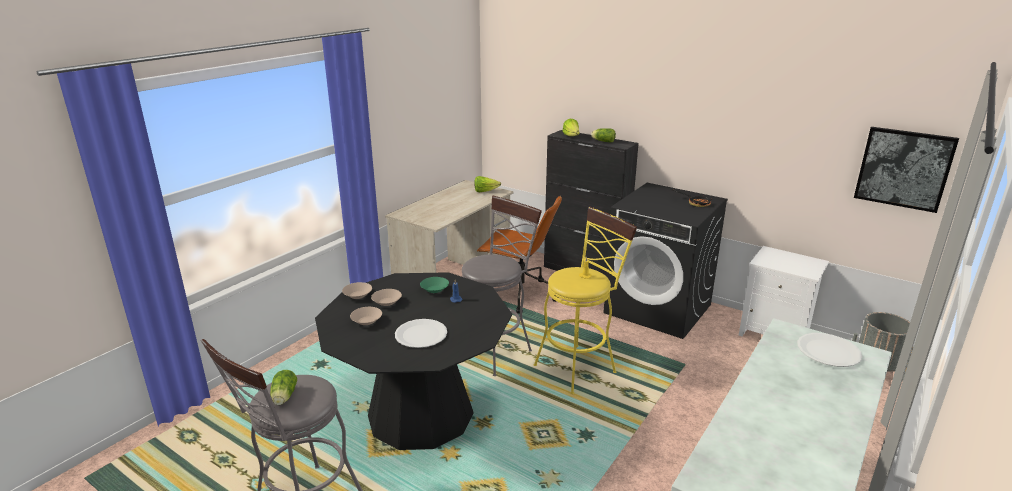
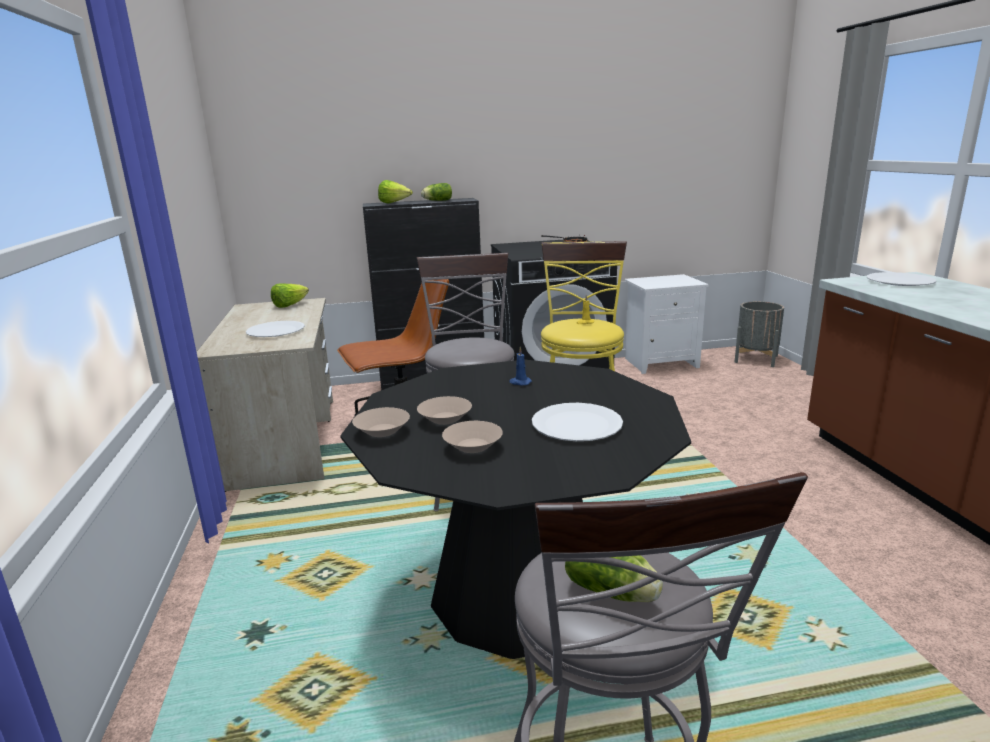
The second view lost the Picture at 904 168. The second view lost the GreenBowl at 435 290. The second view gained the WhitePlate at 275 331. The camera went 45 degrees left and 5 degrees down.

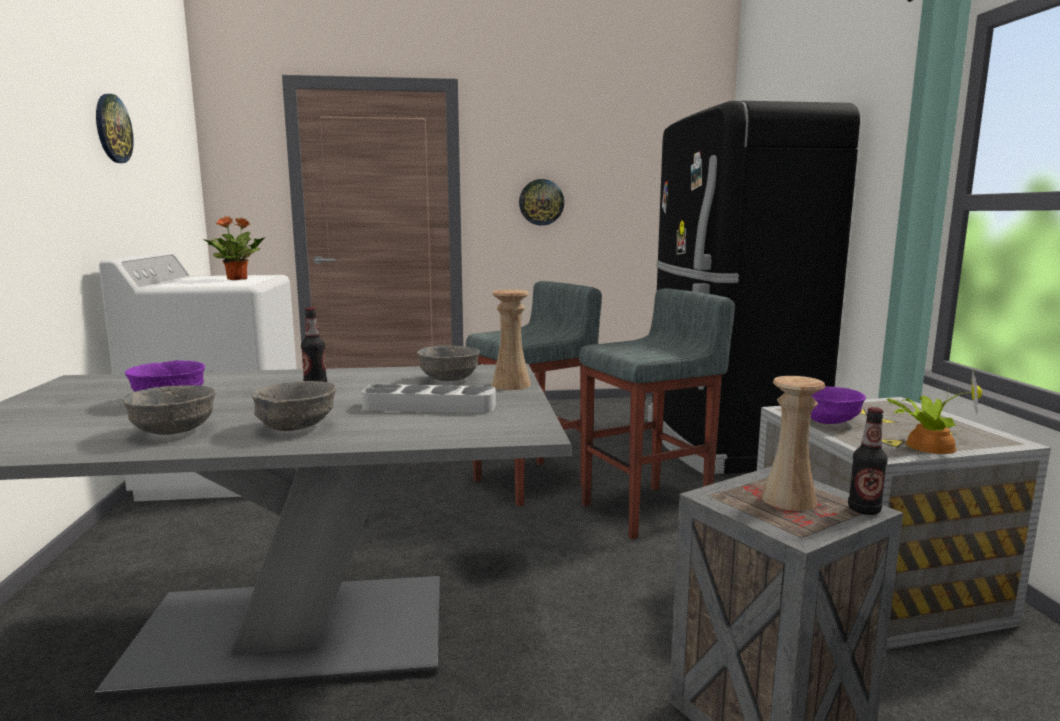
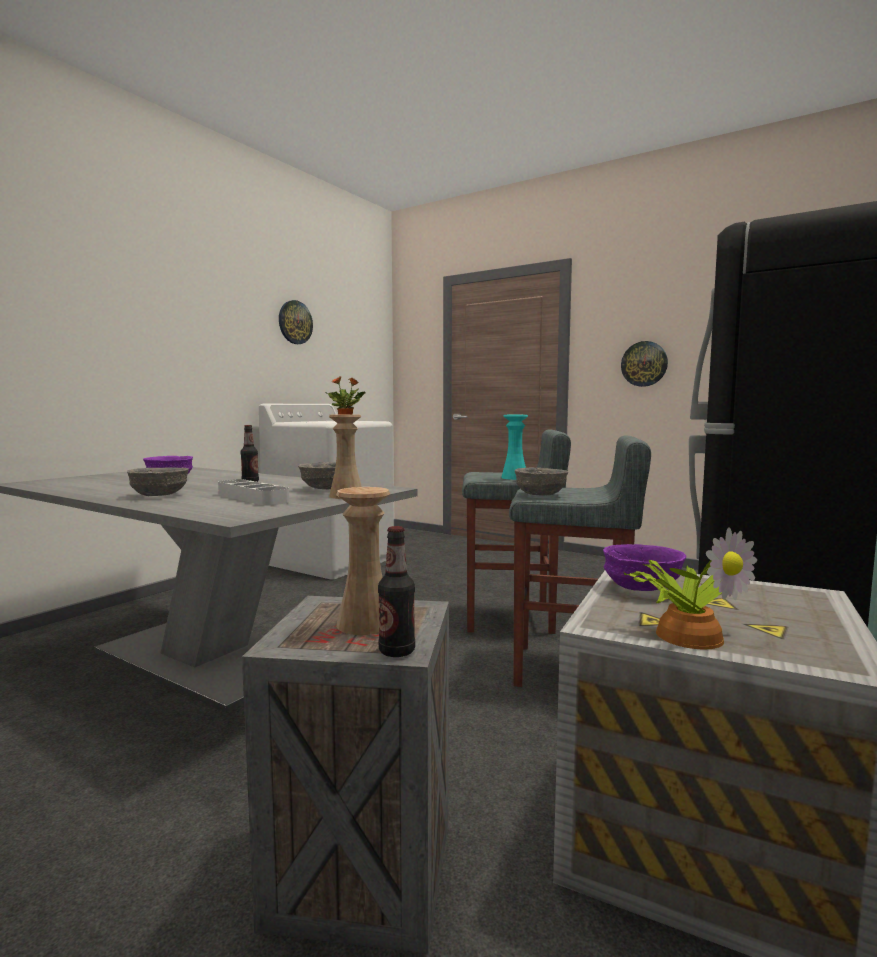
The GreyBowl ended up elsewhere, having gone from 173 432 to 539 495. The second view gained the TurquoiseVase at 514 478. The camera went 40 degrees right and 5 degrees down.

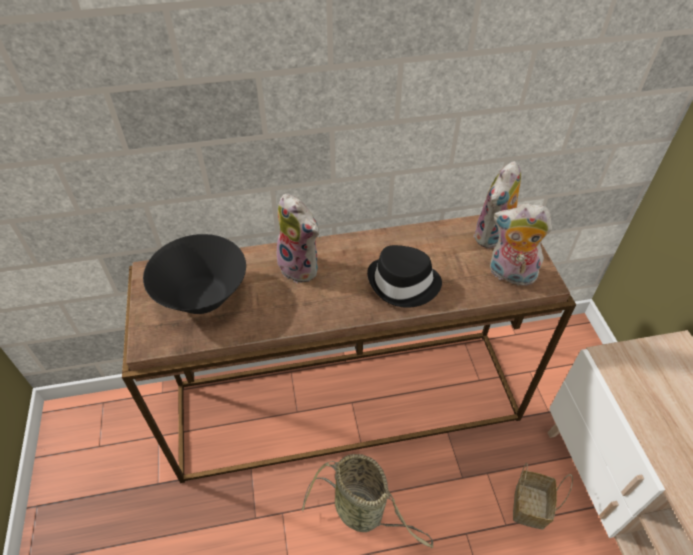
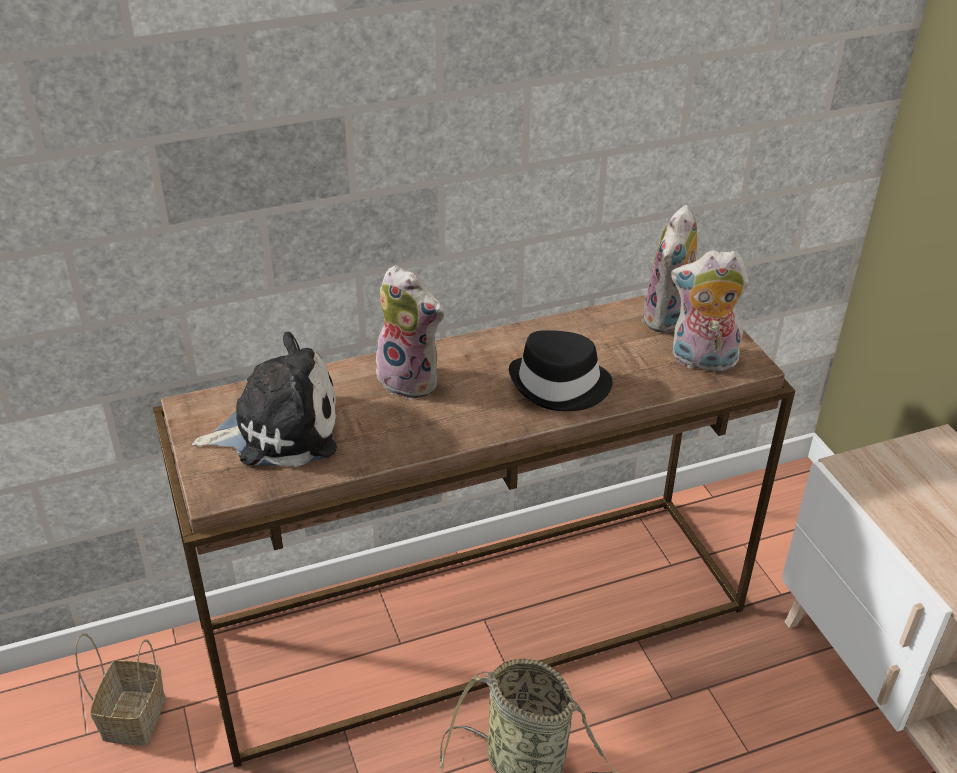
Where the BlackBowl stood at 202 296, the PlushToy came to stand at 279 429. The Basket ended up elsewhere, having gone from 529 504 to 133 715. The camera went 10 degrees left and 10 degrees down.

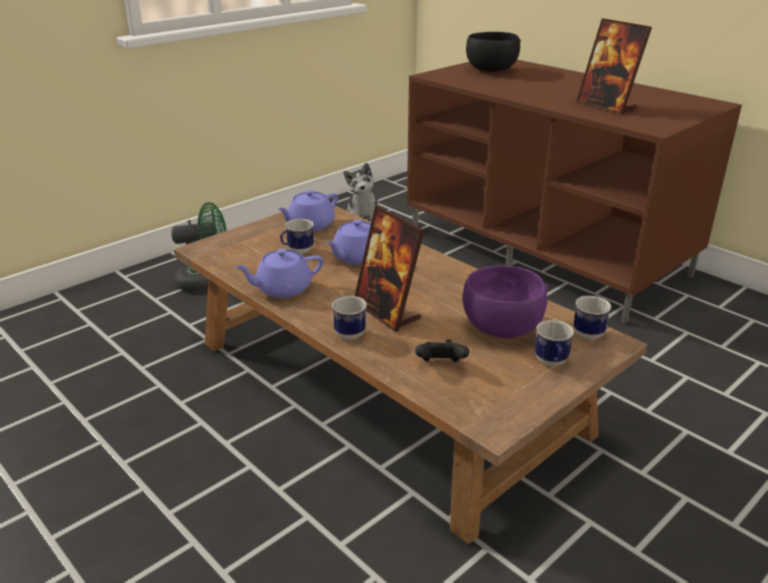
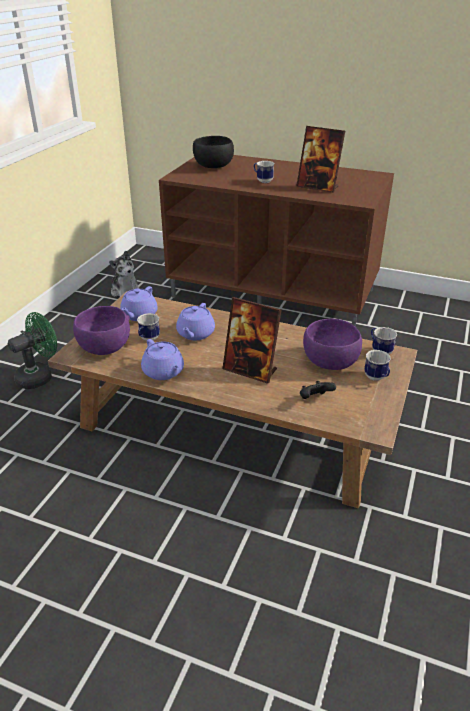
The PurpleTeapot at 282 289 ended up facing another way, 75 degrees counterclockwise from before. The Mug ended up elsewhere, having gone from 347 332 to 262 181. The second view gained the PurpleBowl at 105 348. The camera went 25 degrees left and 5 degrees up.

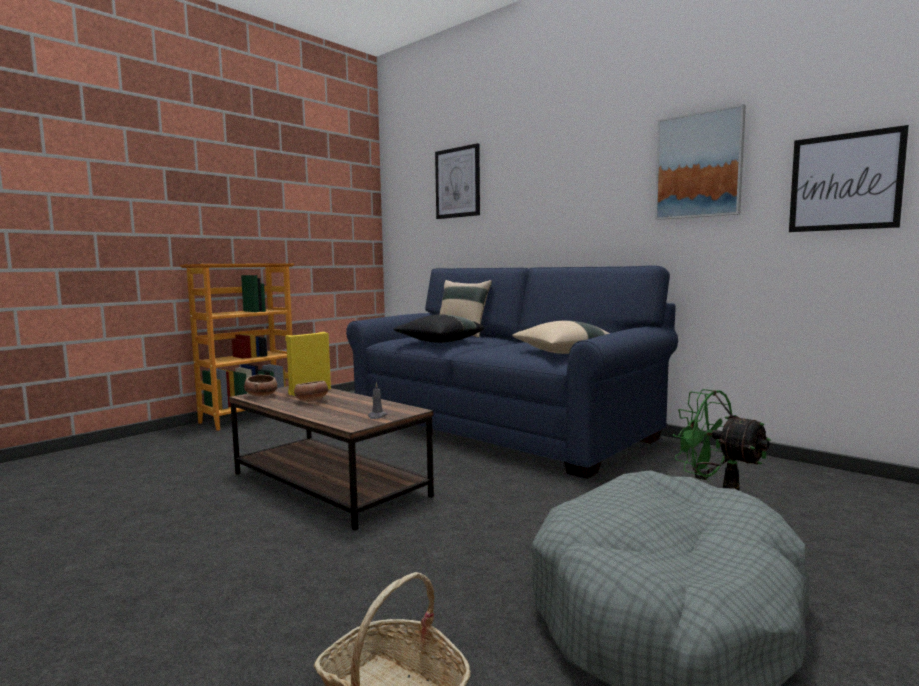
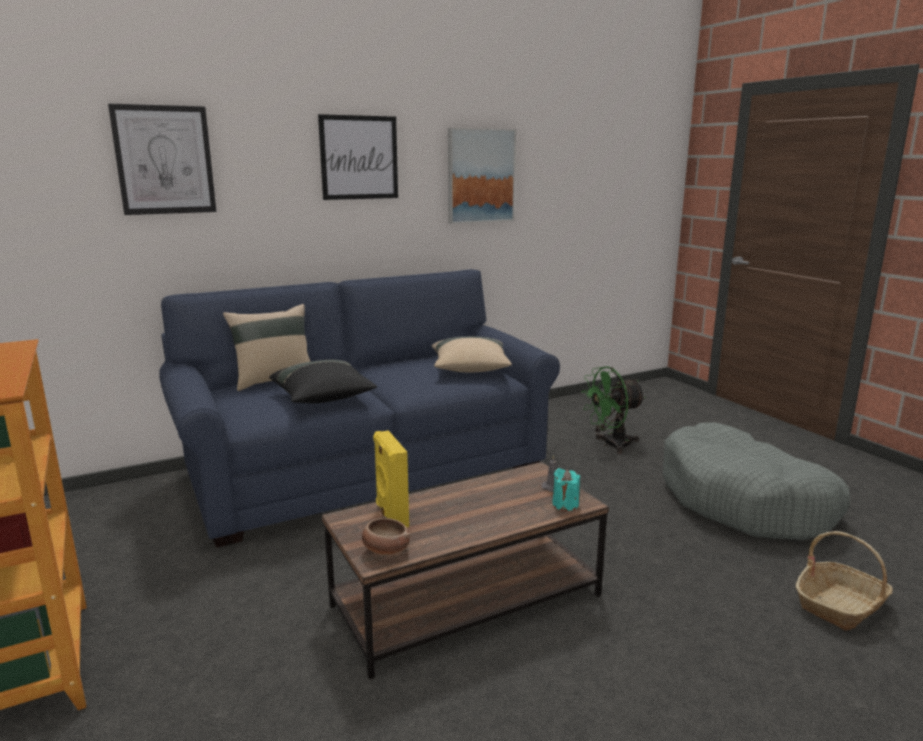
The Picture ended up elsewhere, having gone from 845 182 to 359 157. The second view lost the Bowl at 311 401. The second view gained the TurquoiseCandle at 565 504. The camera went 70 degrees left and 10 degrees up.

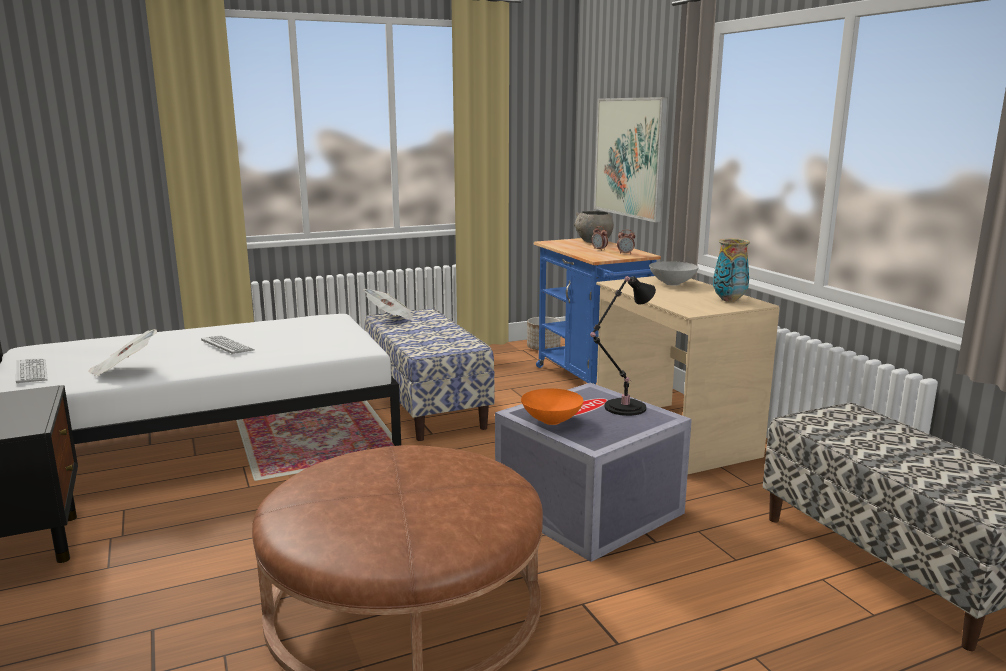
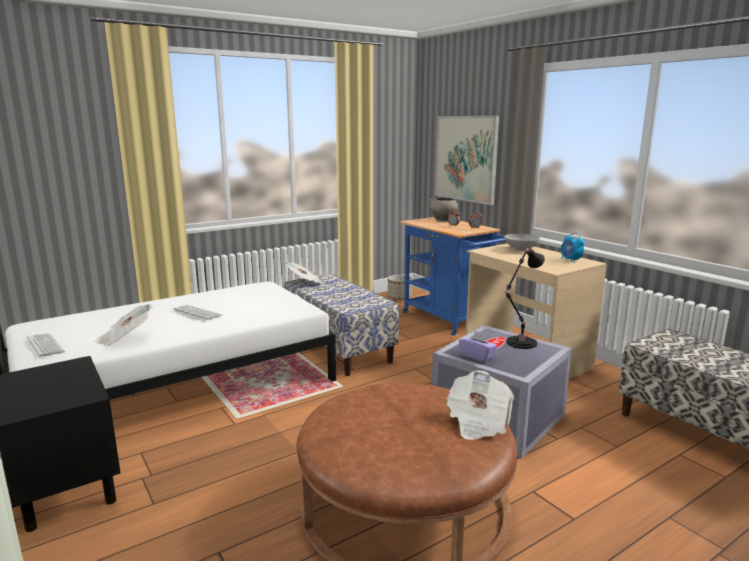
Where the Vase stood at 729 300, the AlarmClock came to stand at 570 260. Where the OrangeBowl stood at 550 421, the PurpleTissueBox came to stand at 477 357. The second view gained the Newspaper at 478 422. The camera went 10 degrees left and 0 degrees up.

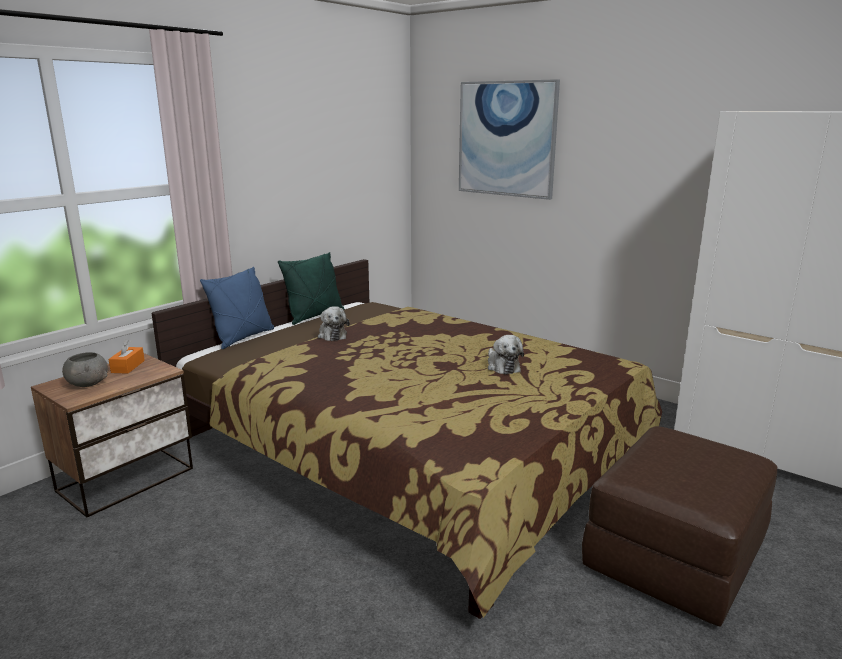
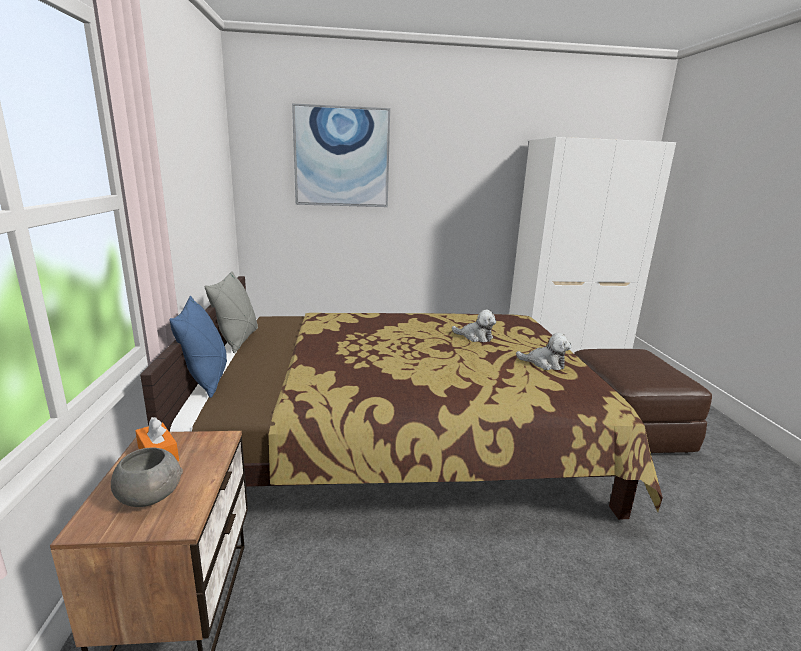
What was the GreenPillow at 314 316 turned into the GreyPillow at 238 340. The PlushToy ended up elsewhere, having gone from 332 335 to 544 363. The camera went 45 degrees left and 0 degrees up.

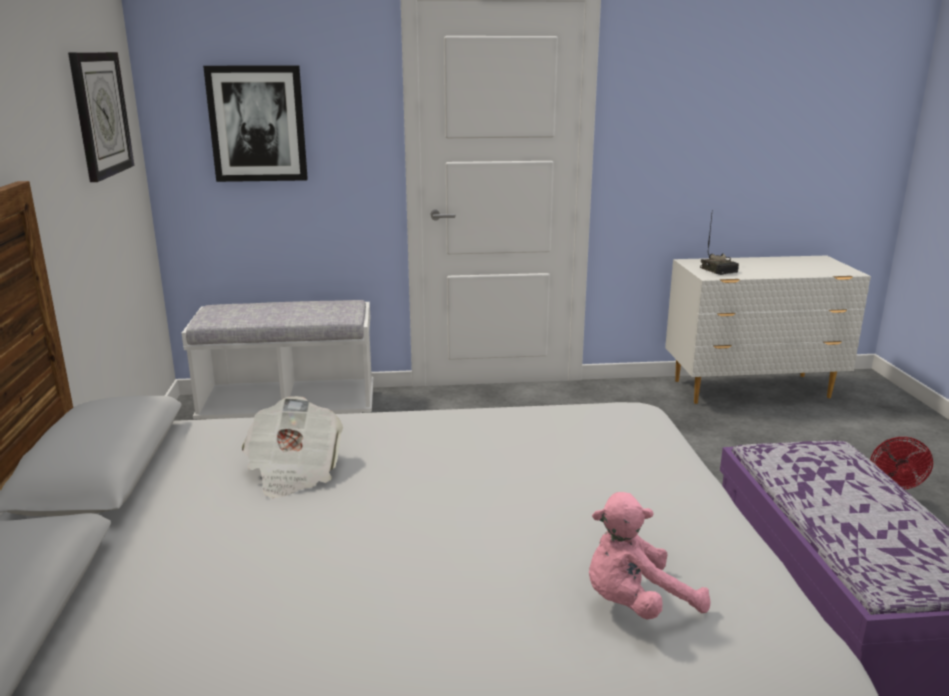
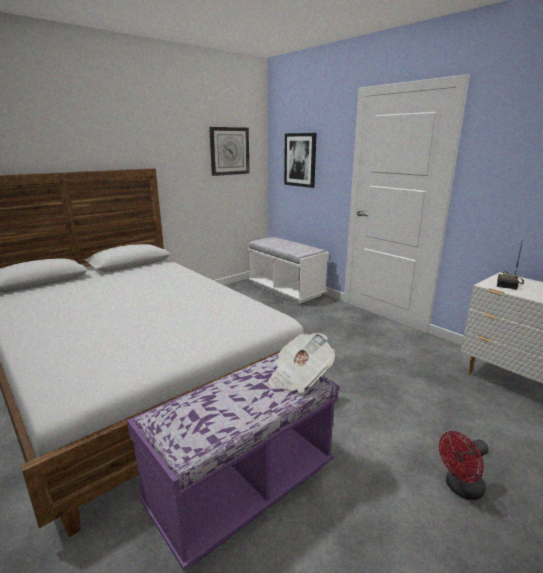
The Newspaper ended up elsewhere, having gone from 294 471 to 299 377. The second view lost the PinkPlushToy at 635 604. The camera went 55 degrees right and 0 degrees up.

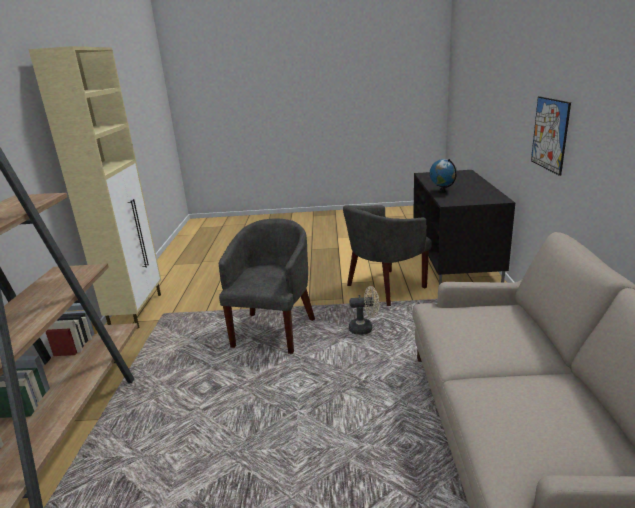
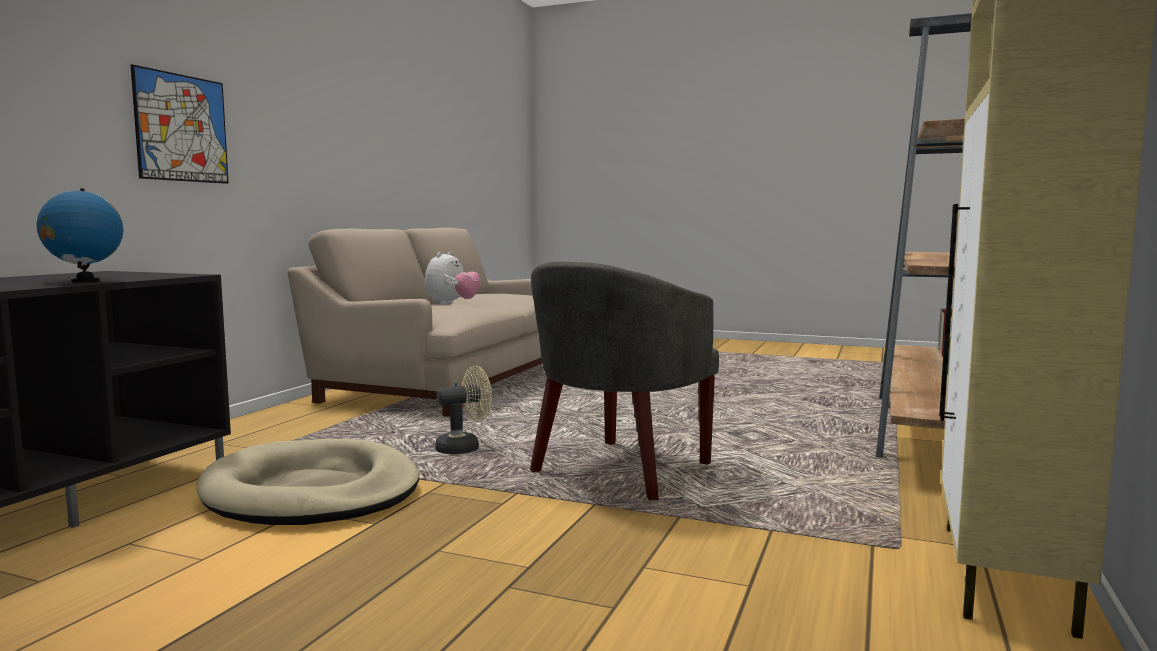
Where the GreyArmchair stood at 384 288, the BeigeDogBed came to stand at 312 492. The BeigeFan at 365 328 ended up facing another way, 135 degrees clockwise from before. The second view gained the PlushToy at 452 304. The camera went 160 degrees left and 15 degrees down.

